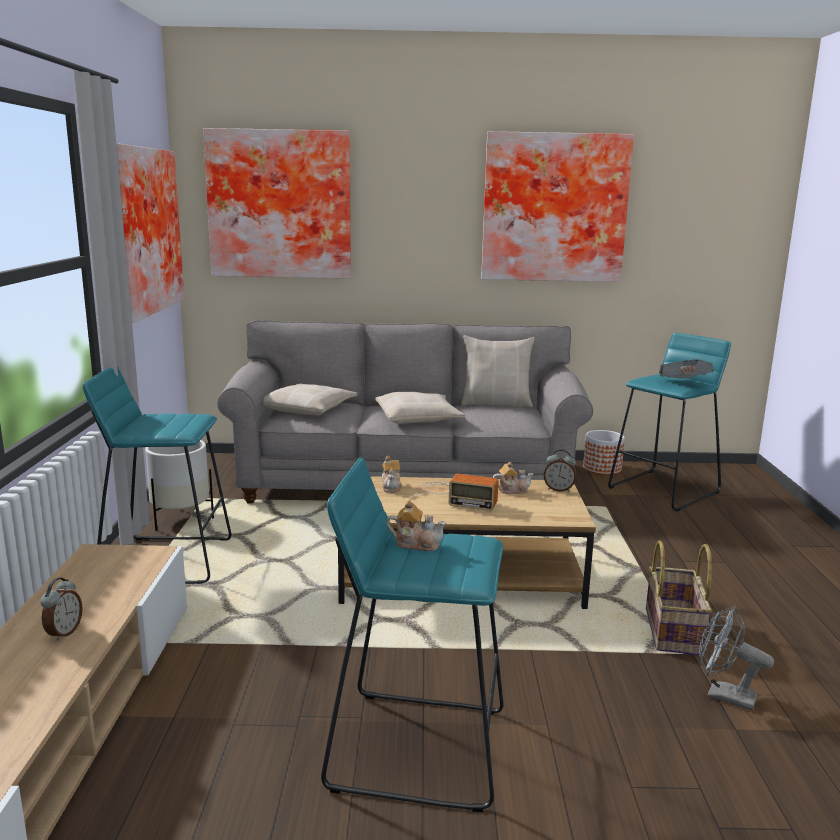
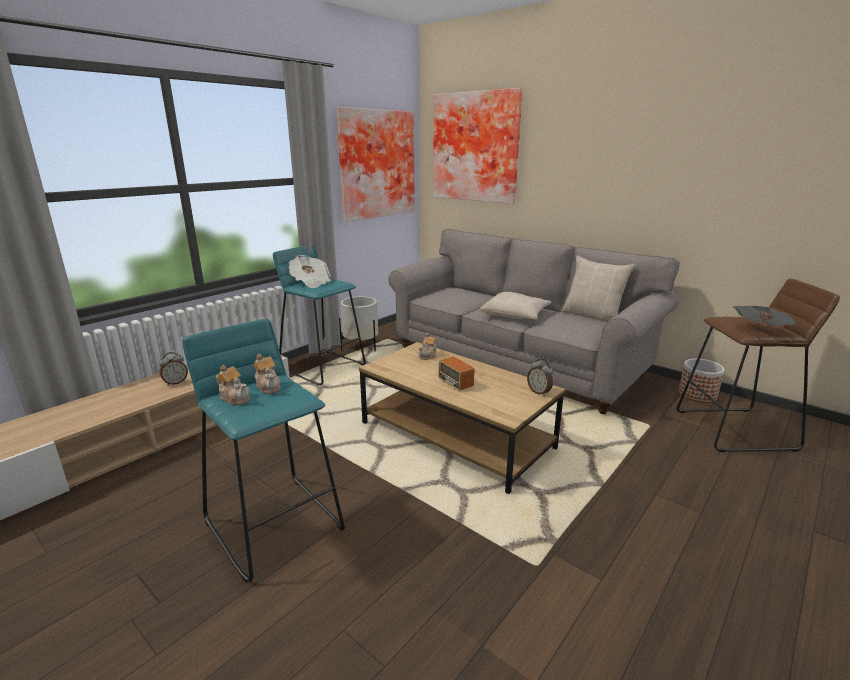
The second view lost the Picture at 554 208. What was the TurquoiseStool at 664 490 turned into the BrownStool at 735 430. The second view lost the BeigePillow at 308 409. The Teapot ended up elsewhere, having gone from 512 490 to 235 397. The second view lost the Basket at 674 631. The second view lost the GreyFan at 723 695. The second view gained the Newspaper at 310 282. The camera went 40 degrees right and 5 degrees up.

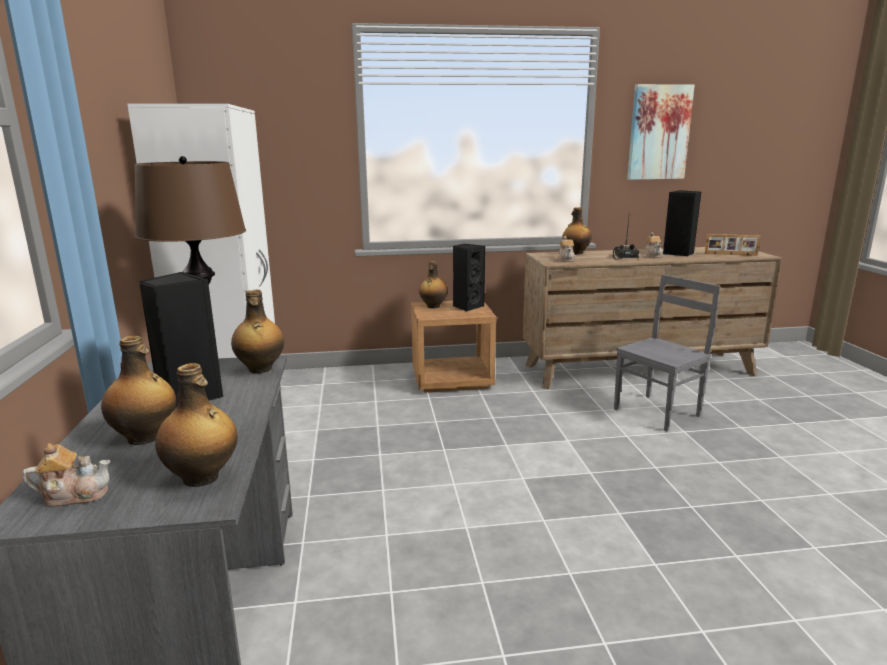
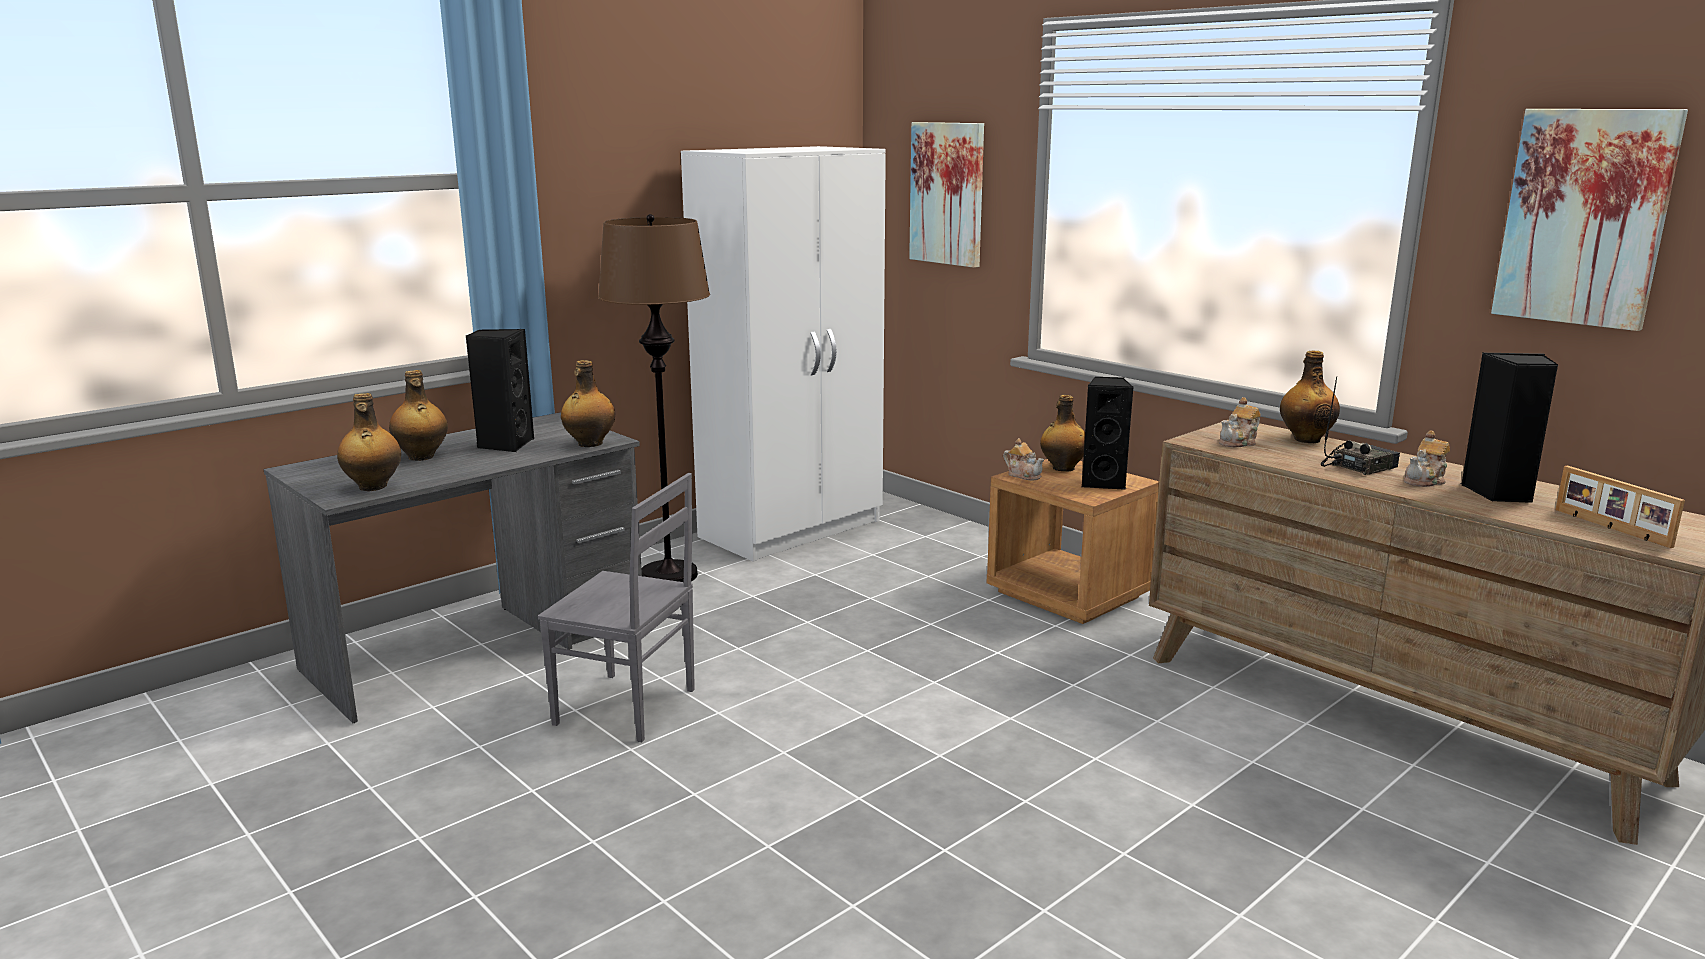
The GreyChair ended up elsewhere, having gone from 658 412 to 626 708. The Teapot ended up elsewhere, having gone from 74 495 to 1024 475. The second view gained the Picture at 948 193. The camera went 55 degrees right and 0 degrees up.

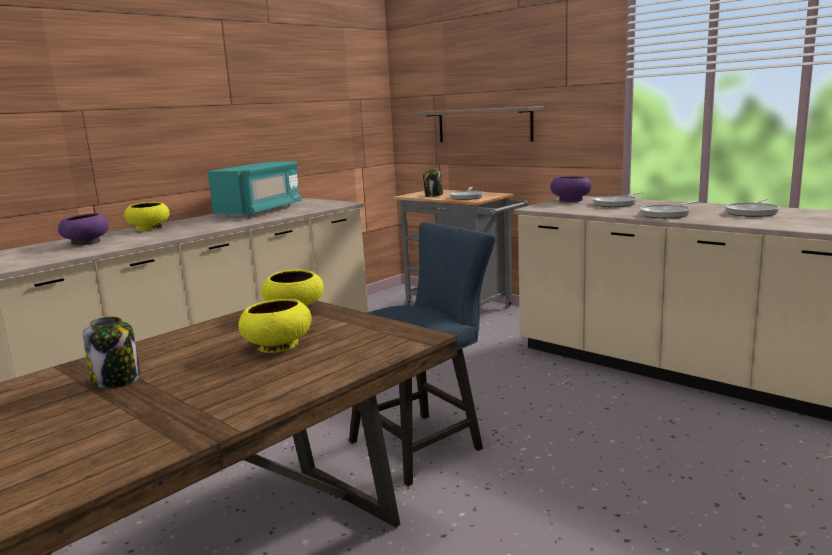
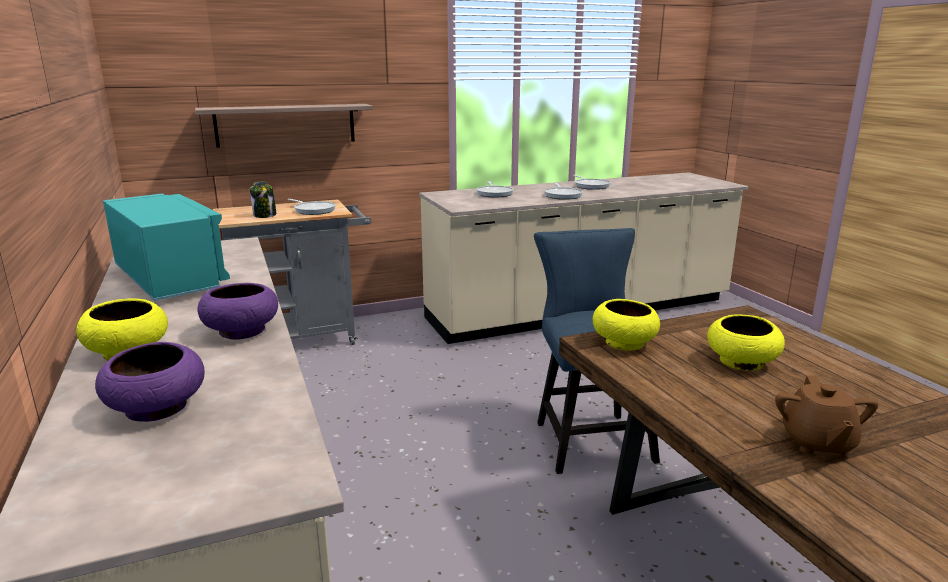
The PurpleBowl ended up elsewhere, having gone from 570 200 to 241 331. Where the Jar stood at 117 380, the BrownTeapot came to stand at 817 443. The camera went 65 degrees left and 5 degrees up.

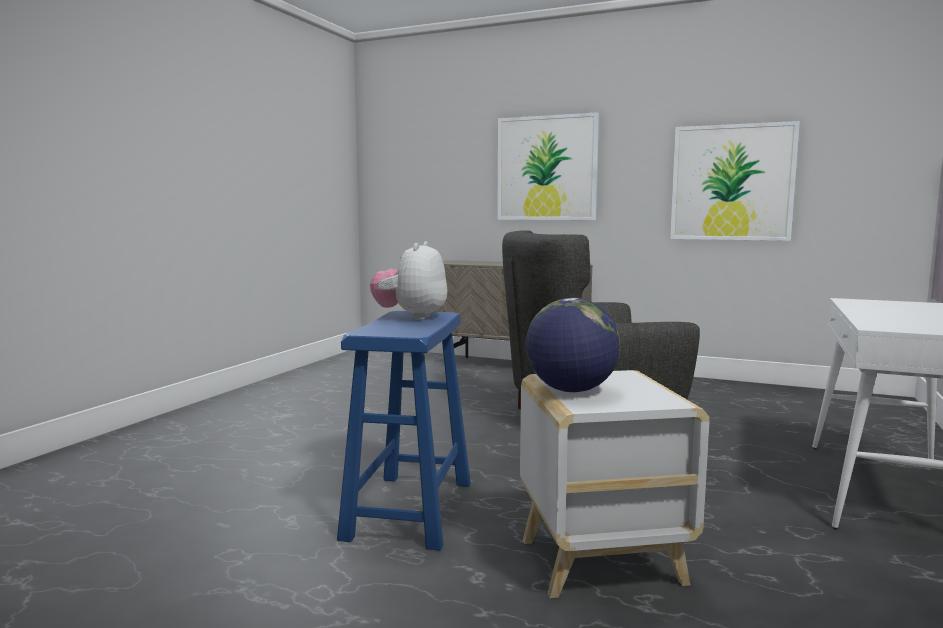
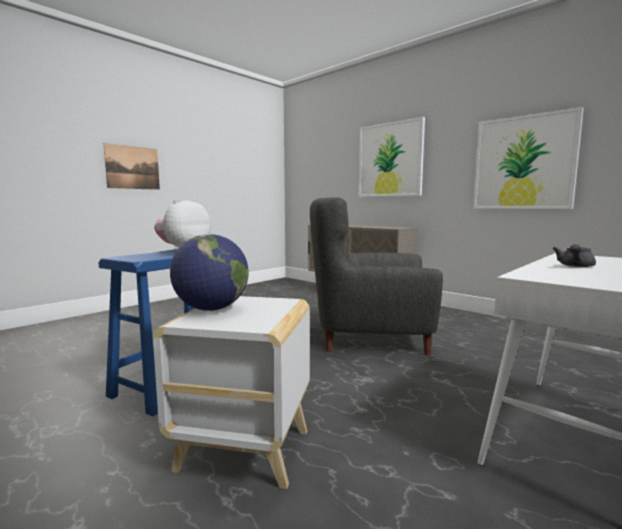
The second view gained the Picture at 133 167. The second view gained the GreyTeapot at 574 266. The camera went 20 degrees right and 0 degrees up.

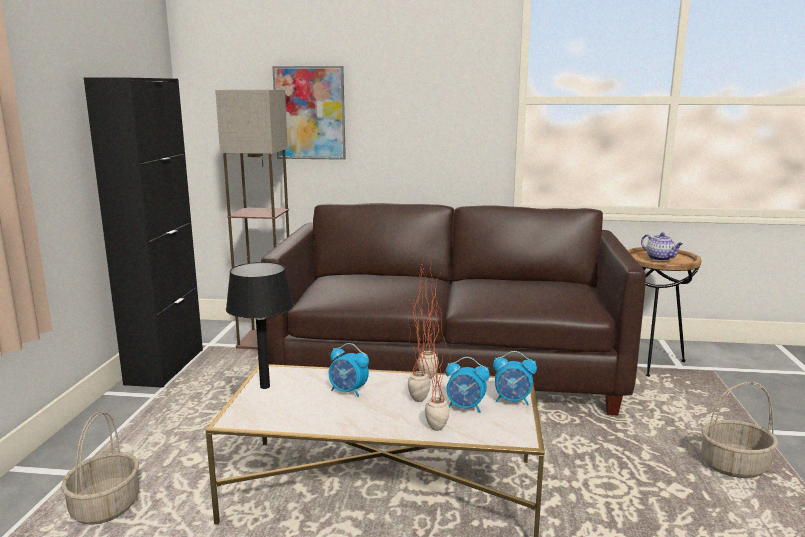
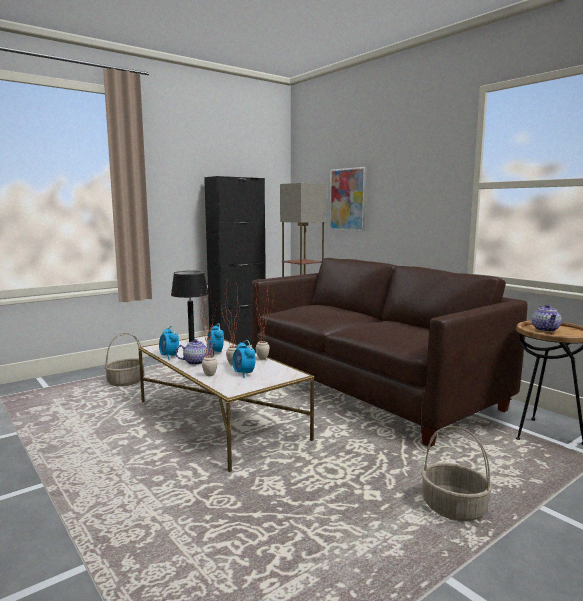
The AlarmClock ended up elsewhere, having gone from 512 401 to 169 356. The second view gained the Teapot at 196 362. The camera went 45 degrees right and 5 degrees down.

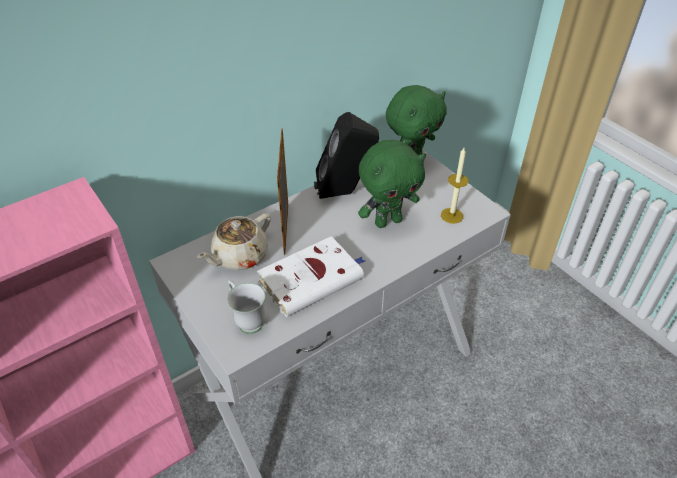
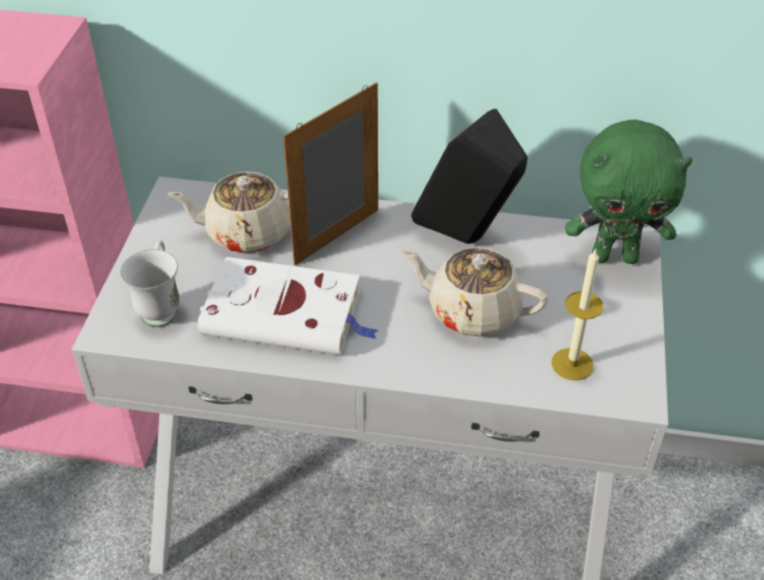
Where the GreenPlushToy stood at 388 221, the BeigeTeapot came to stand at 472 311. The camera went 45 degrees right and 0 degrees up.

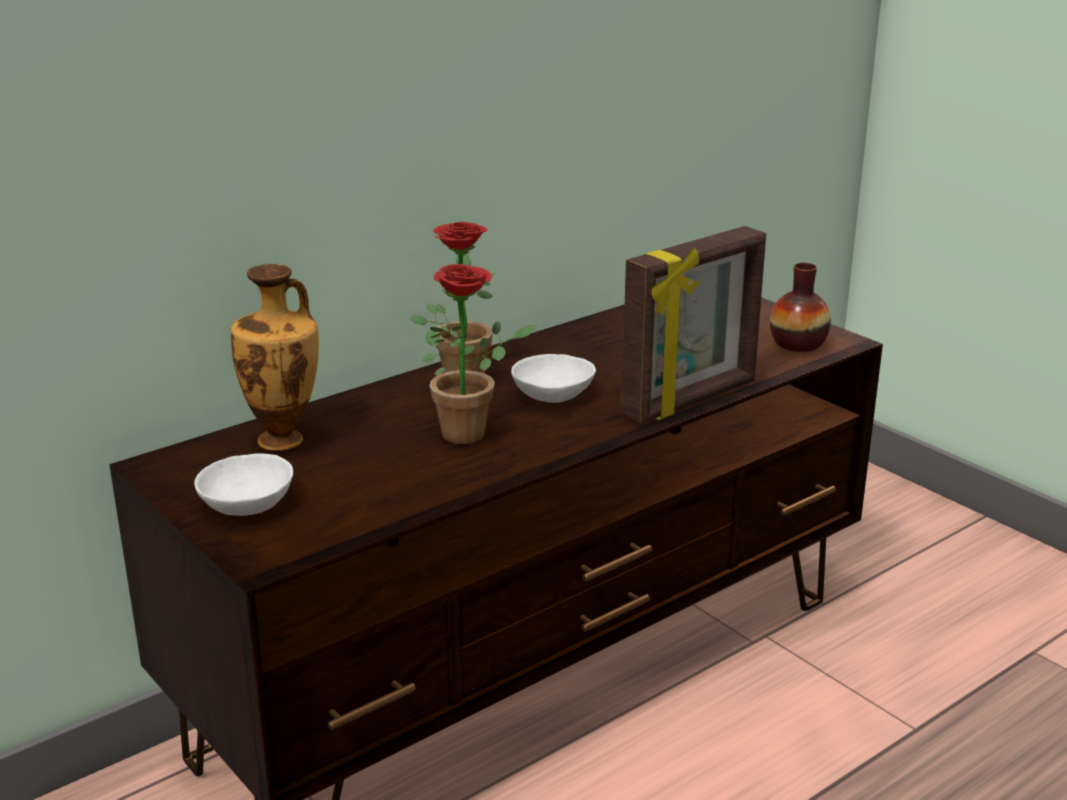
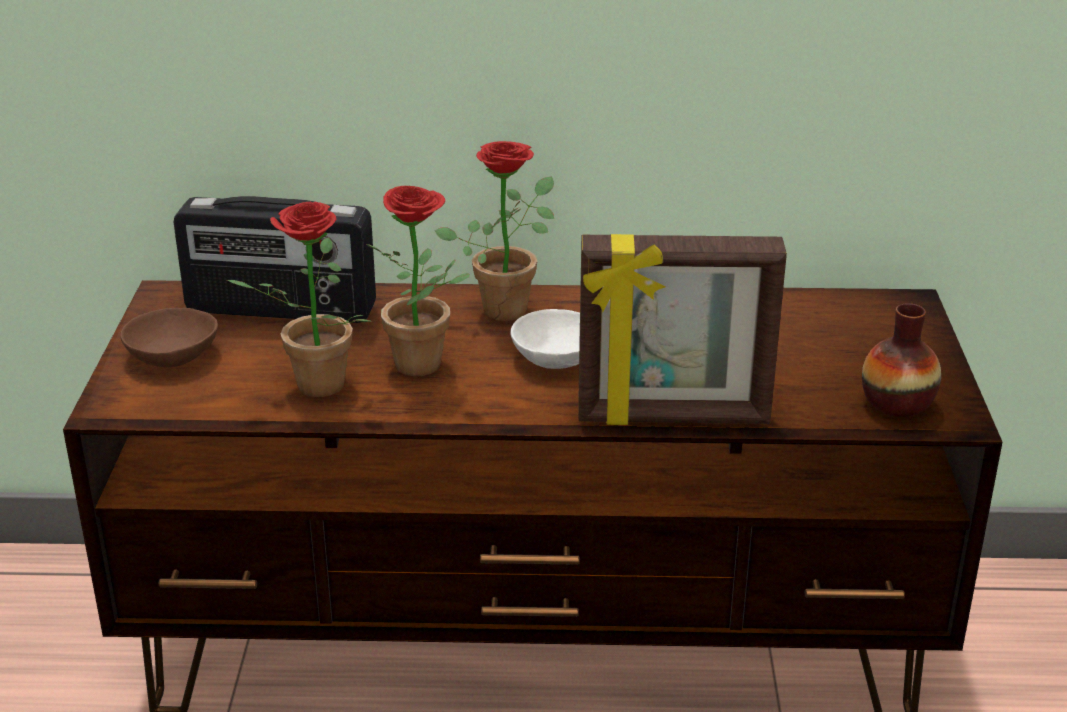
Where the Vase stood at 284 440, the Radio came to stand at 280 310. What was the WhiteBowl at 246 501 turned into the BrownBowl at 174 353. The second view gained the PottedPlant at 311 388. The camera went 40 degrees right and 5 degrees up.

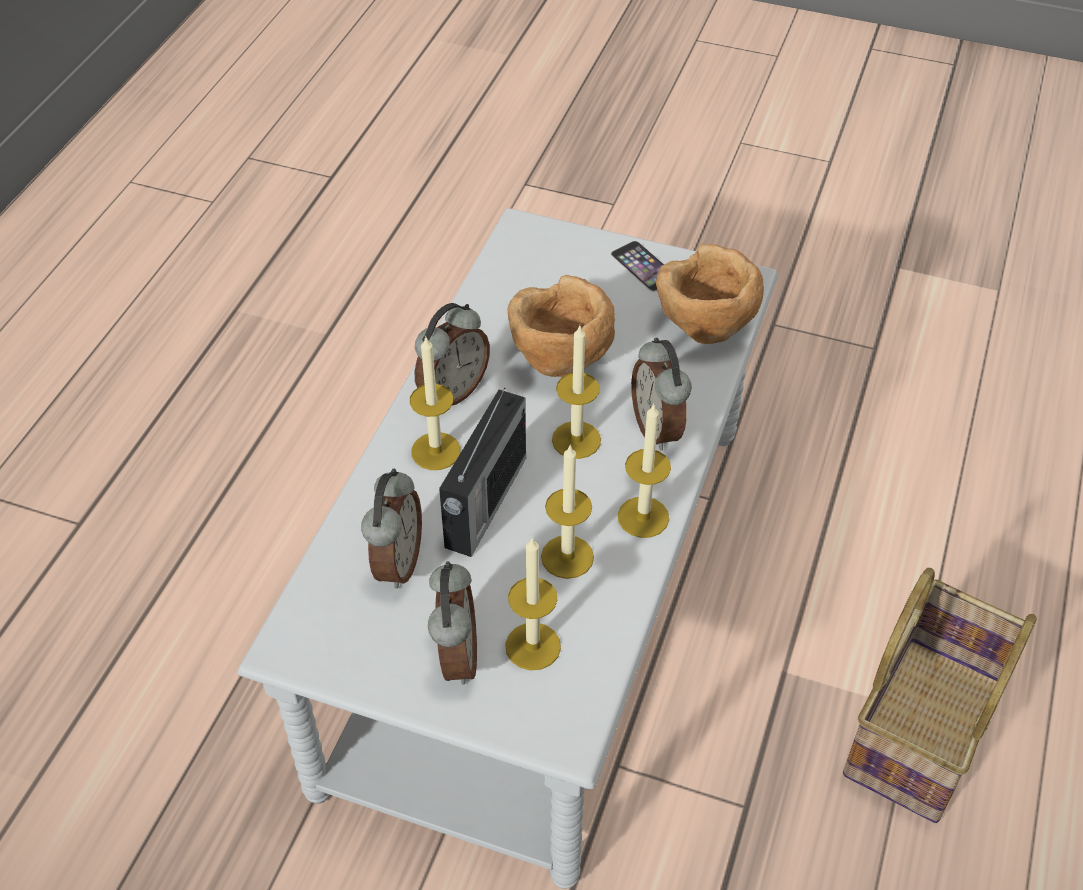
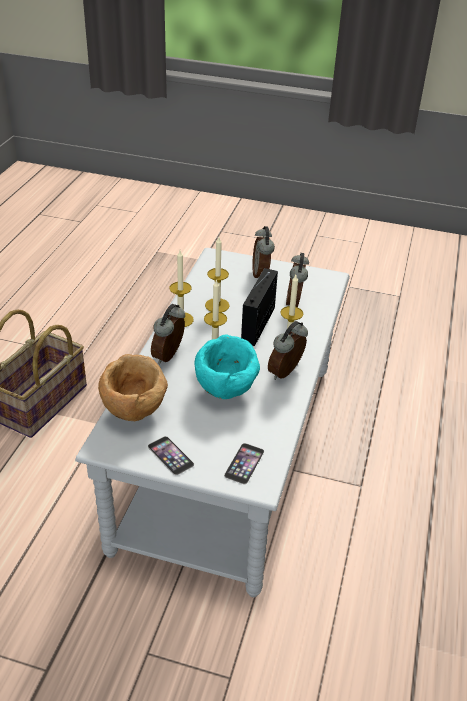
What was the BrownBowl at 559 361 turned into the TurquoiseBowl at 226 390. The AlarmClock at 658 428 ended up facing another way, 135 degrees counterclockwise from before. The second view lost the Candle at 533 646. The second view gained the Phone at 244 463. The camera went 175 degrees right and 10 degrees down.

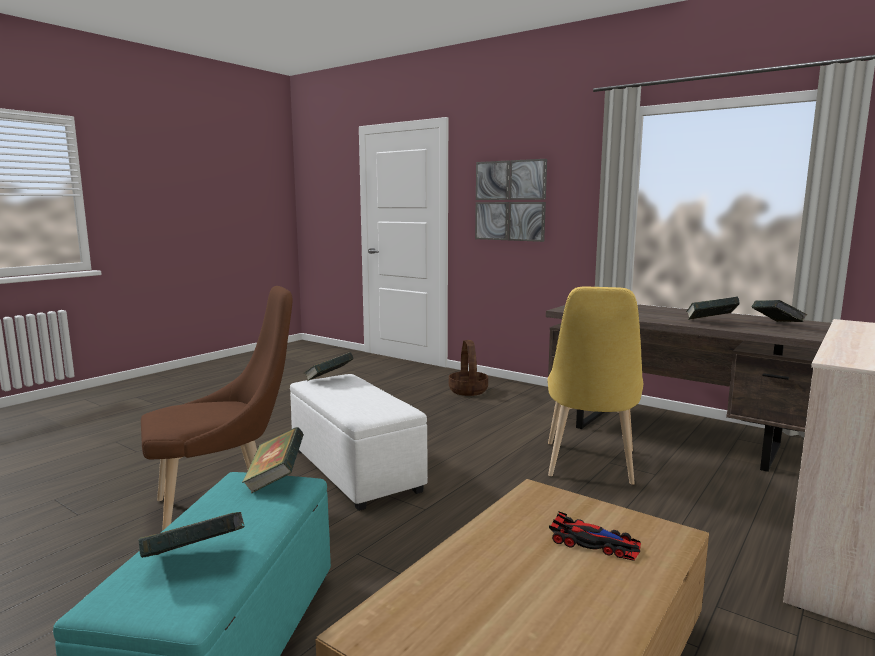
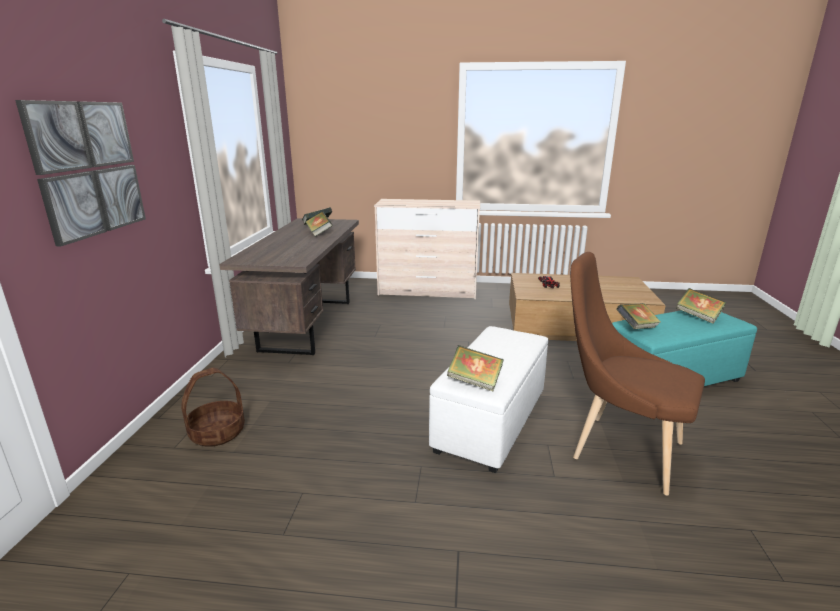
The second view lost the YellowChair at 590 466. The camera went 120 degrees left and 10 degrees up.

